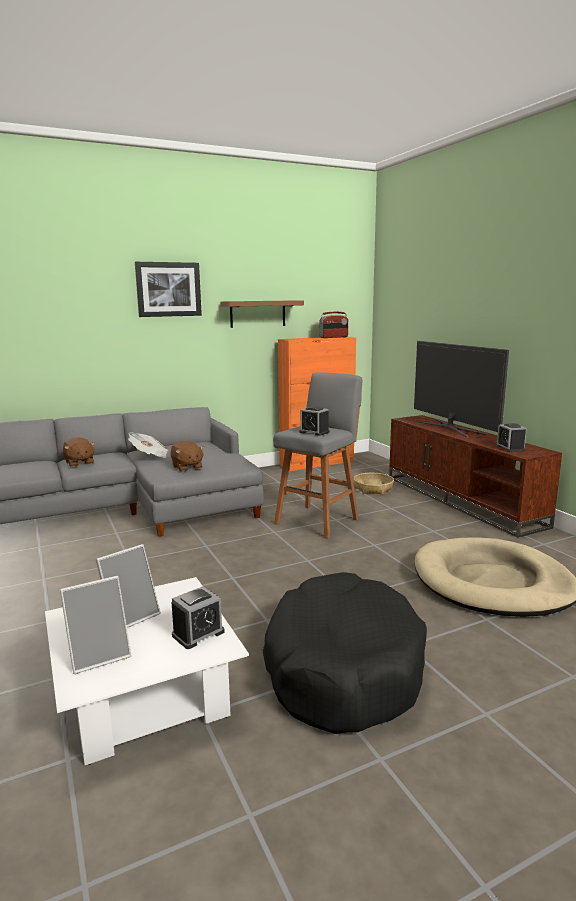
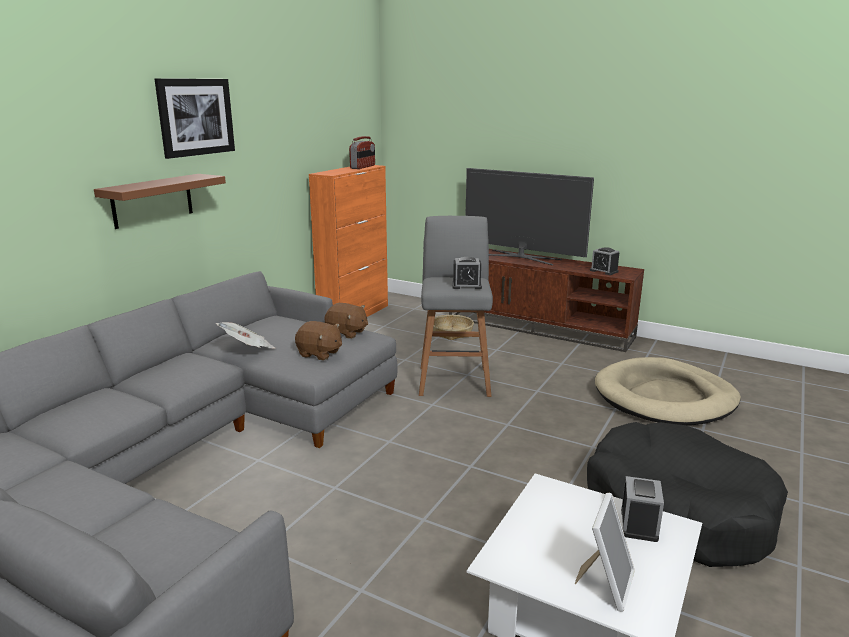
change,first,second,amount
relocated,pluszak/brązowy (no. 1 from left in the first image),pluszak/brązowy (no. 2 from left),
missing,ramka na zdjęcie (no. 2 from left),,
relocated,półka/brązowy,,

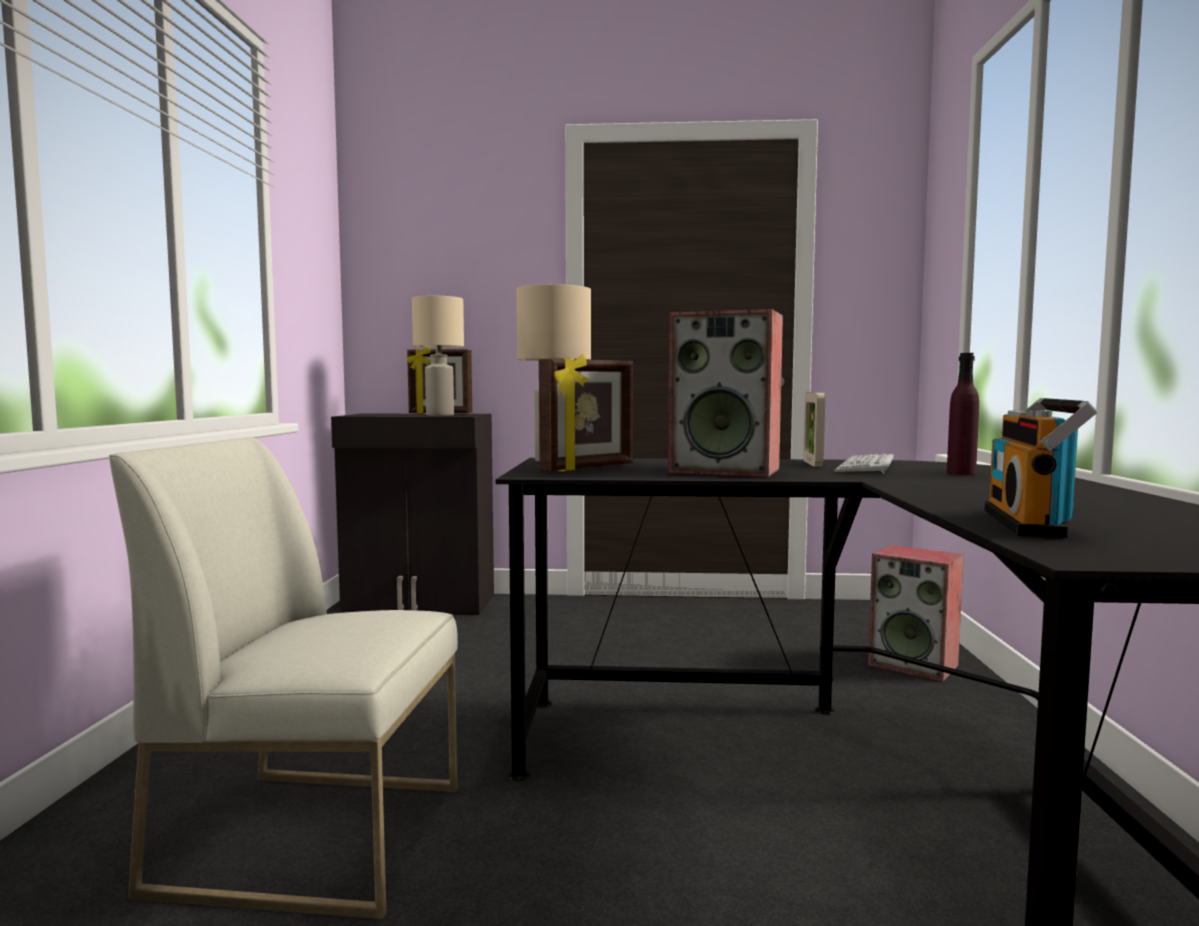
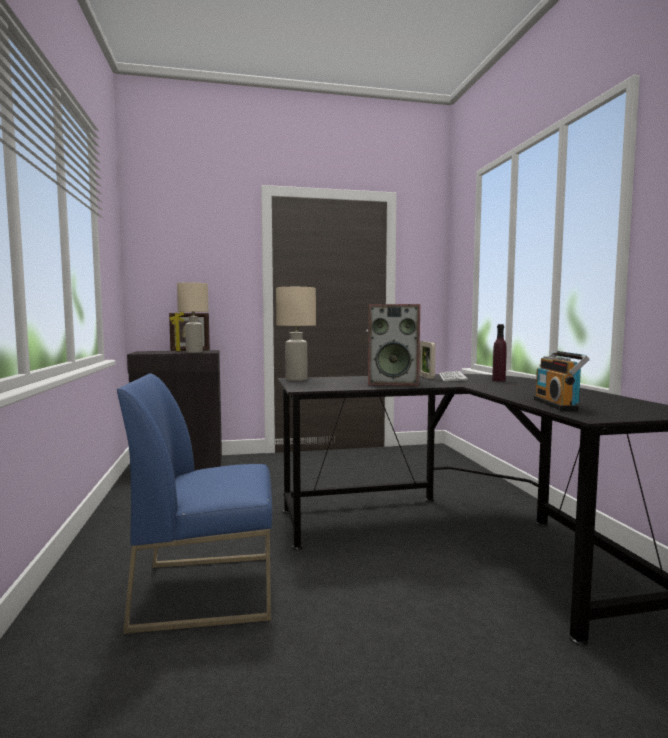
change,first,second,amount
colour,krzesło/biały,krzesło/niebieski,
missing,ramka na zdjęcie (no. 2 from left),,
missing,głośnik (no. 2 from left),,

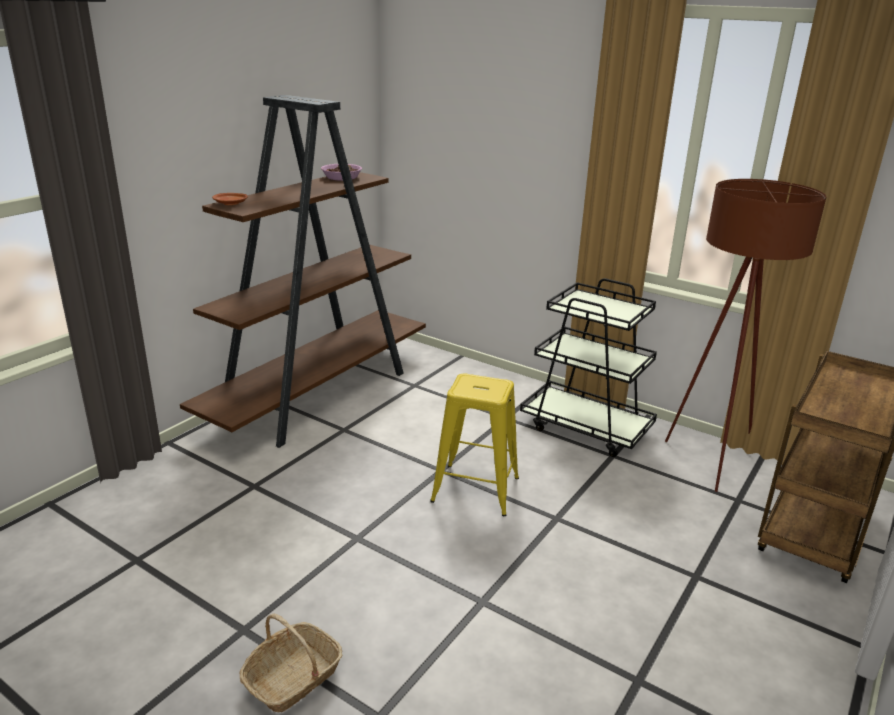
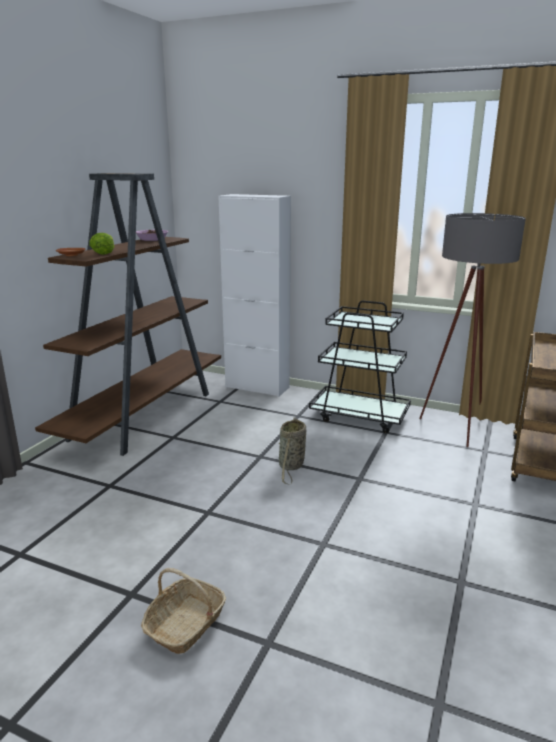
change,first,second,amount
exchanged,stołek/żółty,koszyk (no. 2 from left),
colour,lampa stojąca/brązowy,lampa stojąca/szary,
appeared,,sałata,
appeared,,szafka/biały,

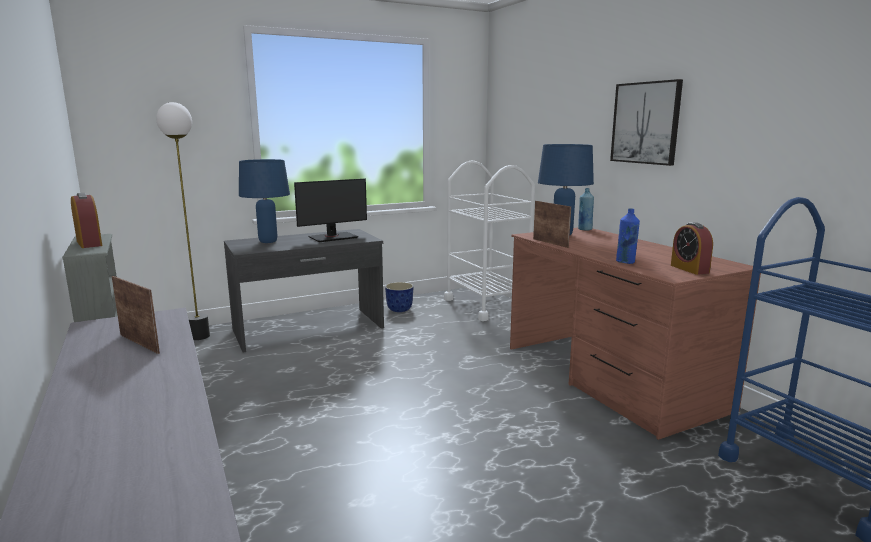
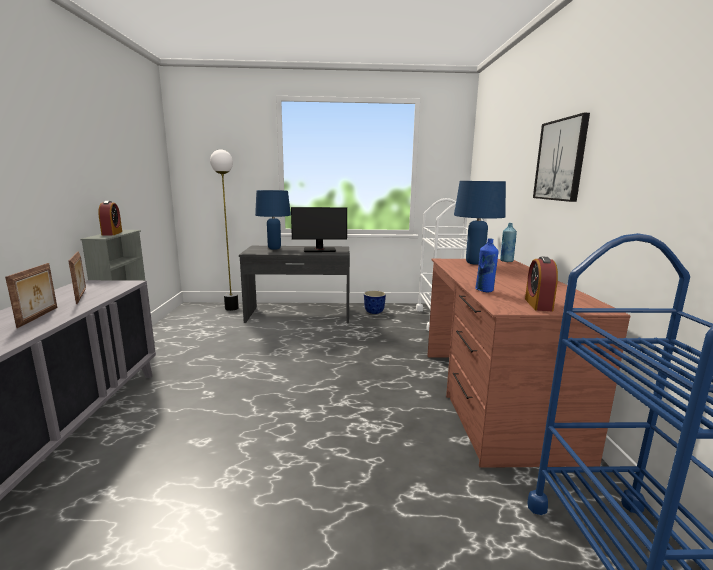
change,first,second,amount
relocated,ramka na zdjęcie (no. 2 from left in the first image),ramka na zdjęcie (no. 1 from left),

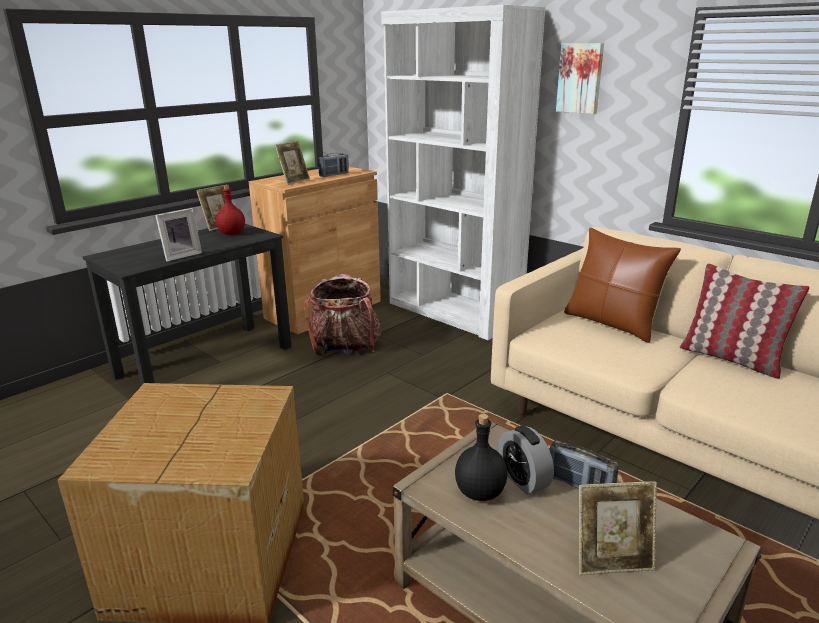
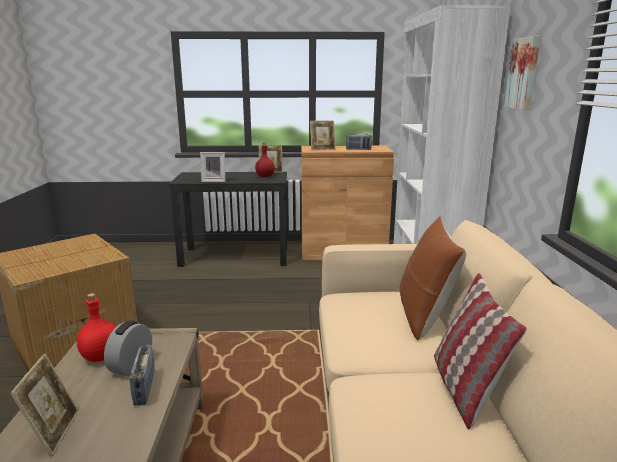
change,first,second,amount
missing,plecak,,
colour,butelka/czarny,butelka/czerwony (no. 1 from left),
spun,ramka na zdjęcie (no. 4 from left in the first image),ramka na zdjęcie (no. 1 from left),135 degrees counterclockwise

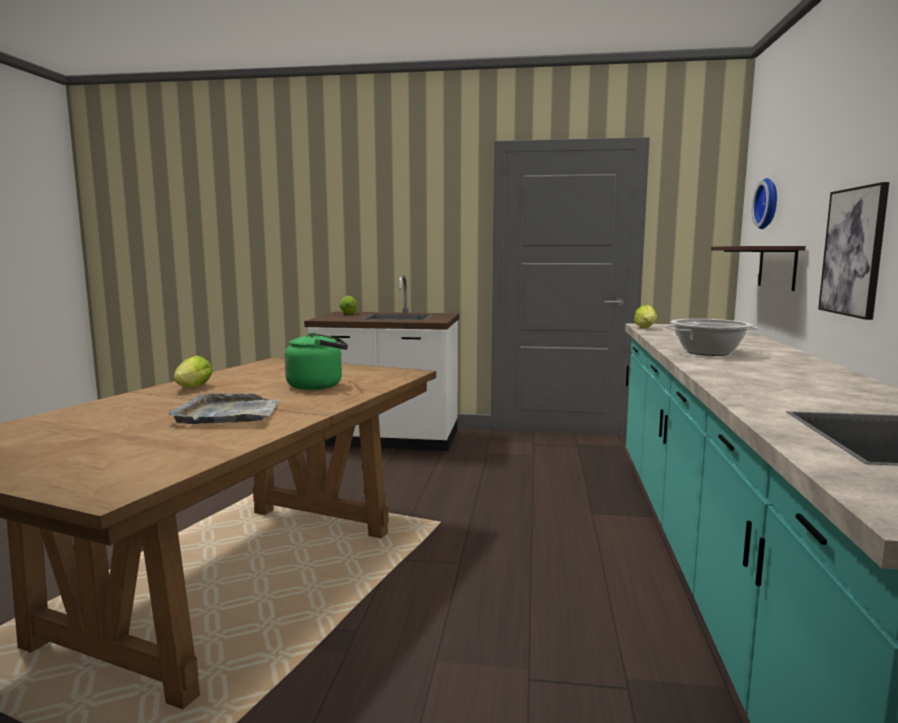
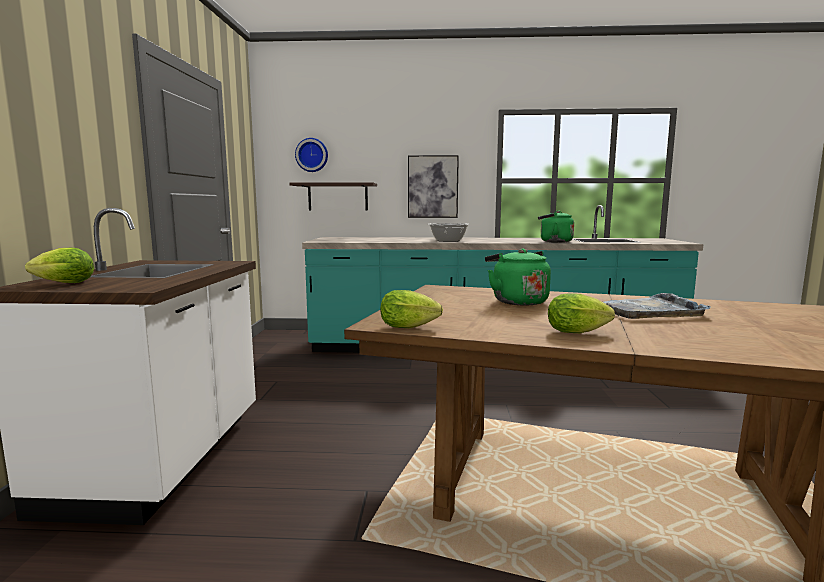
change,first,second,amount
relocated,sałata (no. 3 from left in the first image),sałata (no. 2 from left),
appeared,,czajnik/zielony (no. 2 from left),

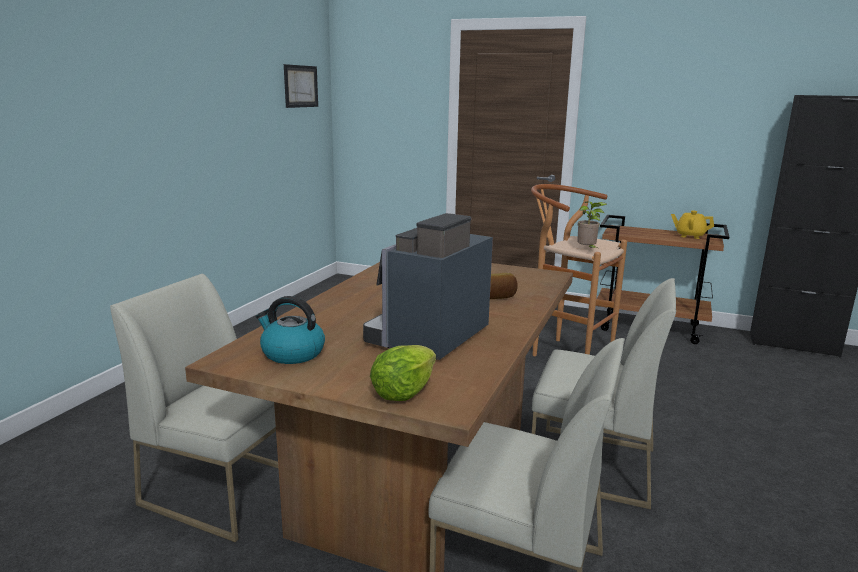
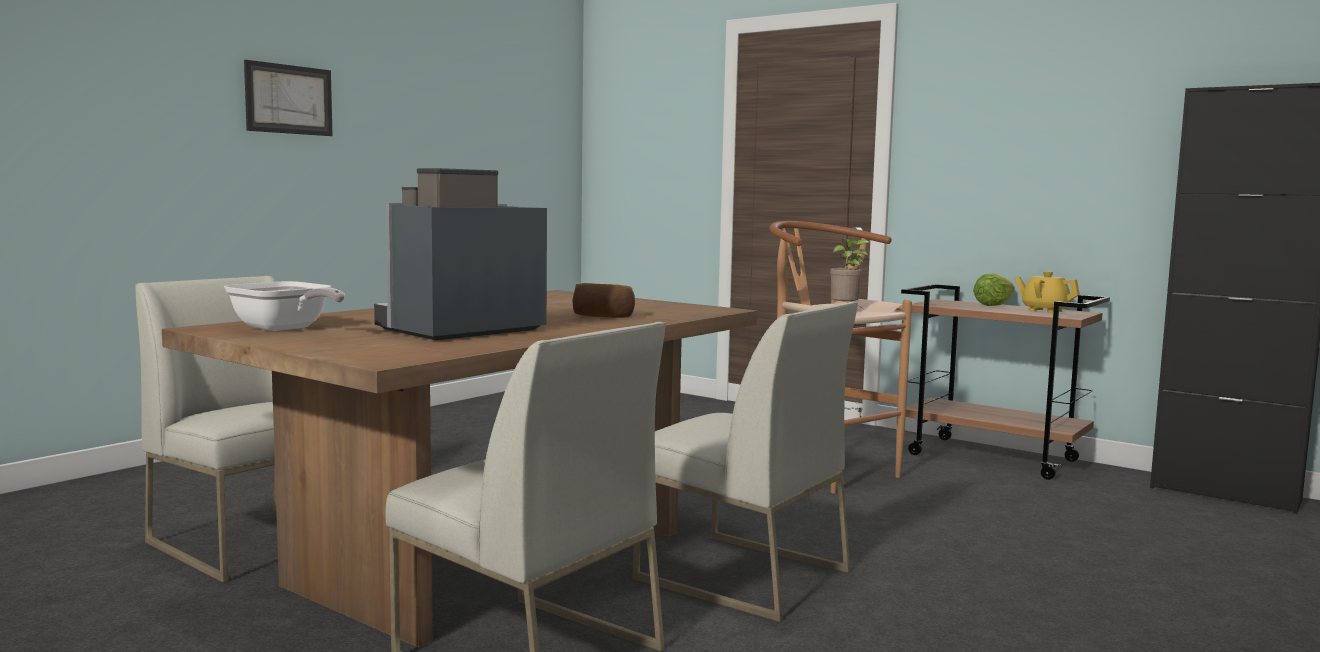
change,first,second,amount
exchanged,czajnik,patelnia,
relocated,obraz,,
relocated,sałata,,

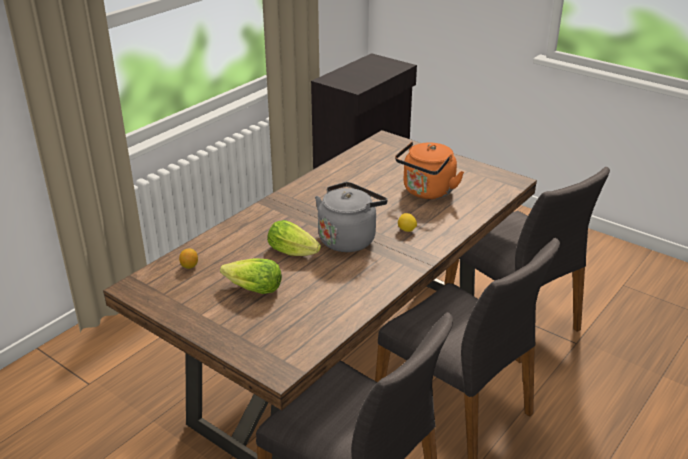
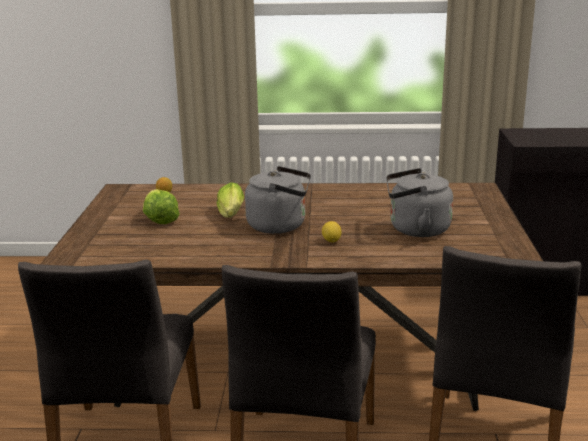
change,first,second,amount
colour,czajnik/pomarańczowy,czajnik/szary (no. 2 from left),

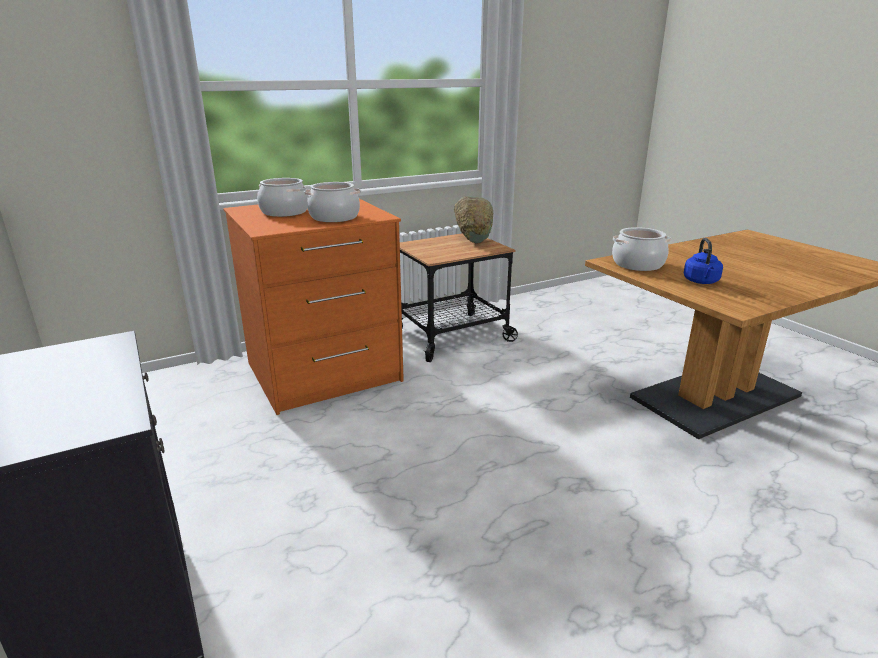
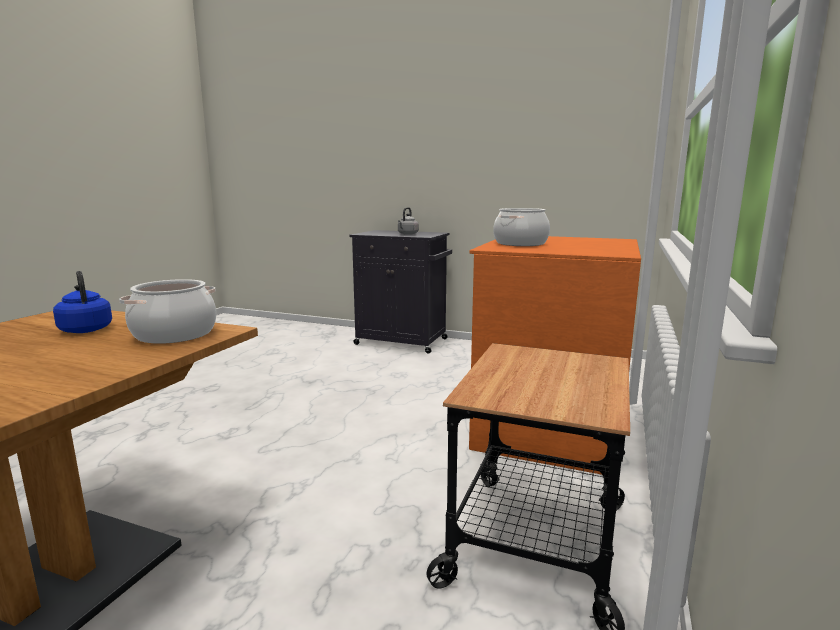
change,first,second,amount
missing,garnek (no. 1 from left),,
missing,miska/zielony,,
appeared,,czajnik/szary,

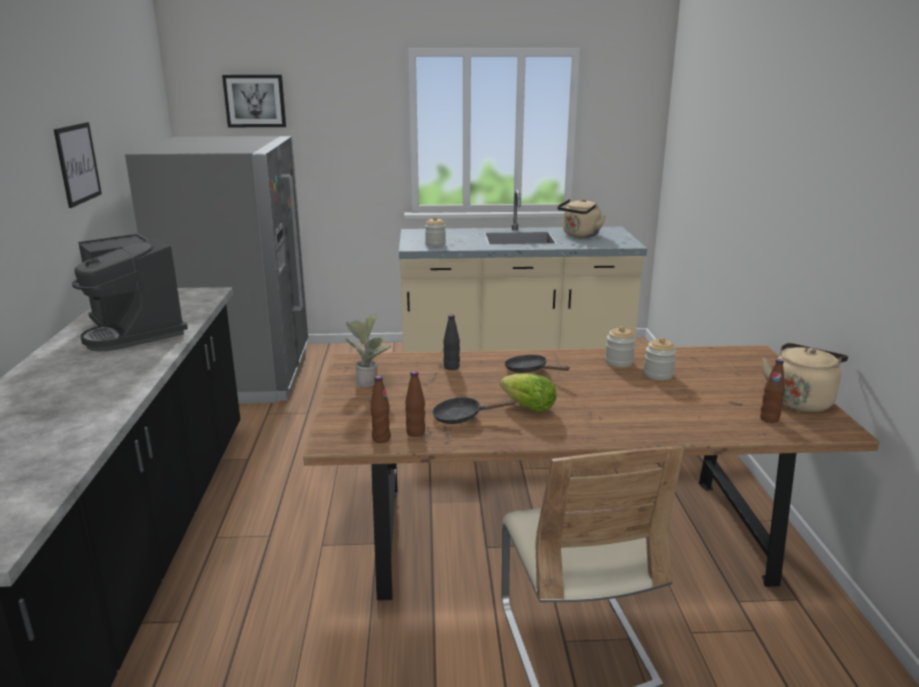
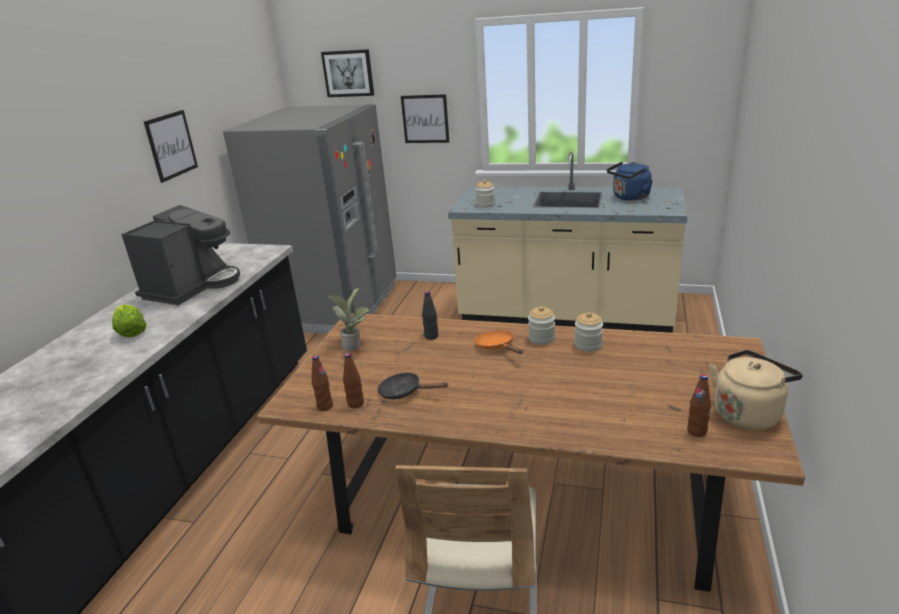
change,first,second,amount
spun,ekspres do kawy,,135 degrees counterclockwise
relocated,sałata,,
colour,patelnia/czarny (no. 2 from left),patelnia/pomarańczowy,
colour,czajnik/beżowy (no. 1 from left),czajnik/niebieski,
relocated,słoik (no. 3 from left in the first image),słoik (no. 2 from left),
appeared,,obraz (no. 3 from left),

